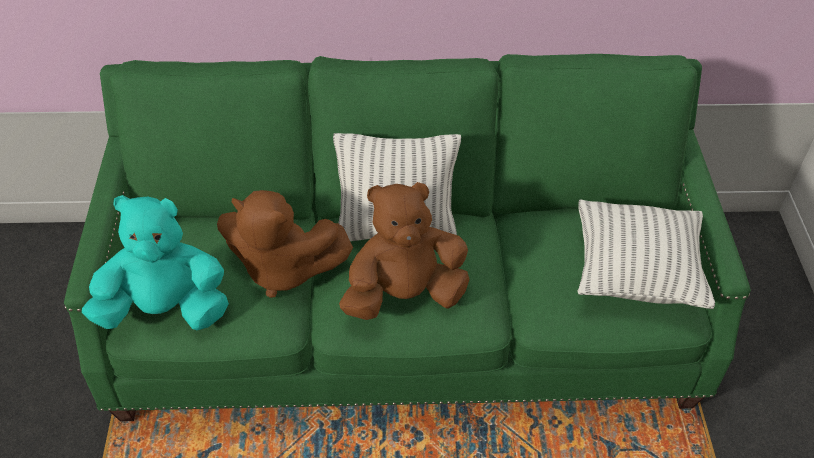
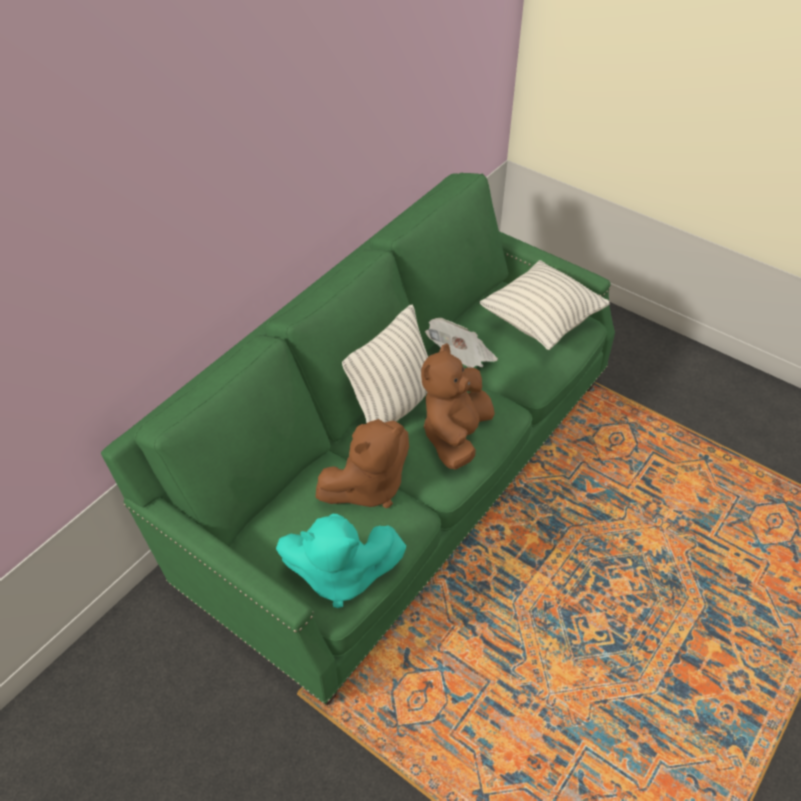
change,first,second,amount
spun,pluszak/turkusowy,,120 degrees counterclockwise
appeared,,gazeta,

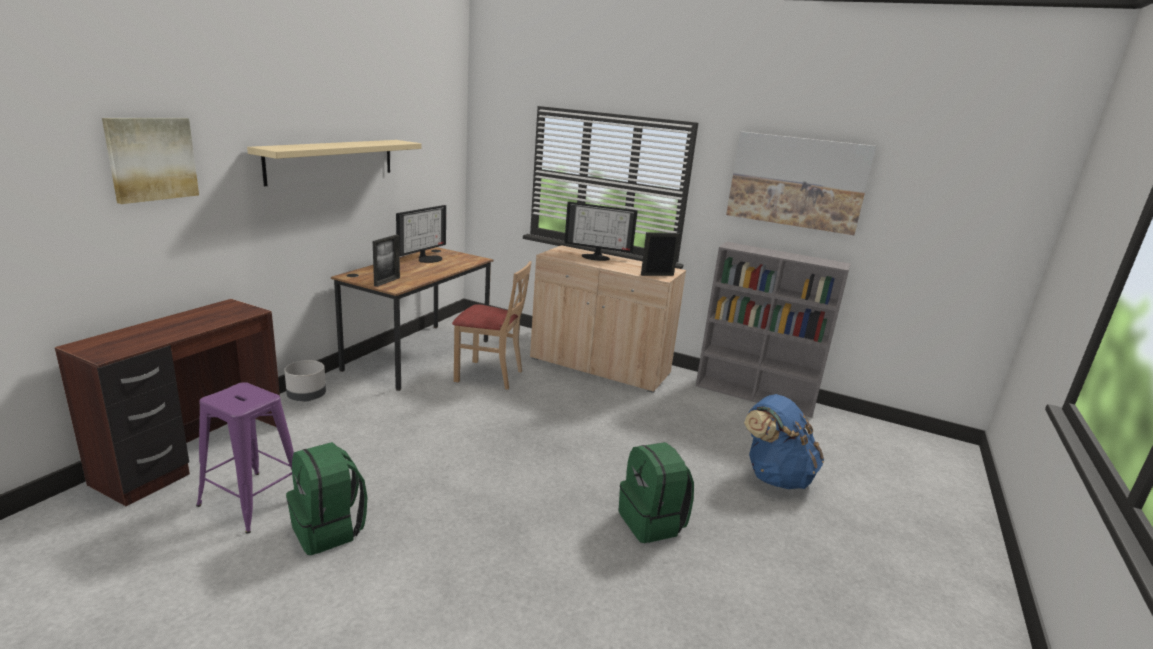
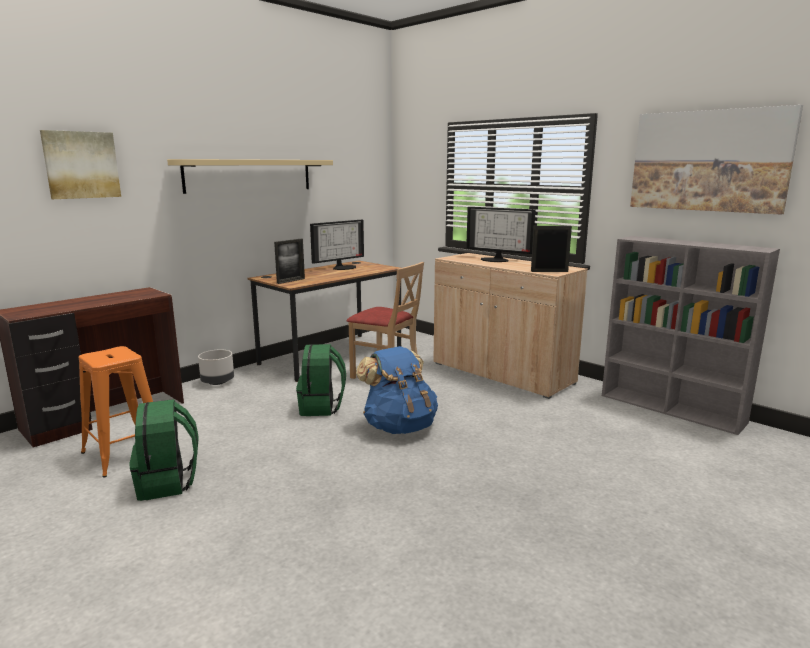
change,first,second,amount
colour,stołek/fioletowy,stołek/pomarańczowy,
relocated,plecak/zielony (no. 2 from left),,
relocated,plecak/niebieski,,

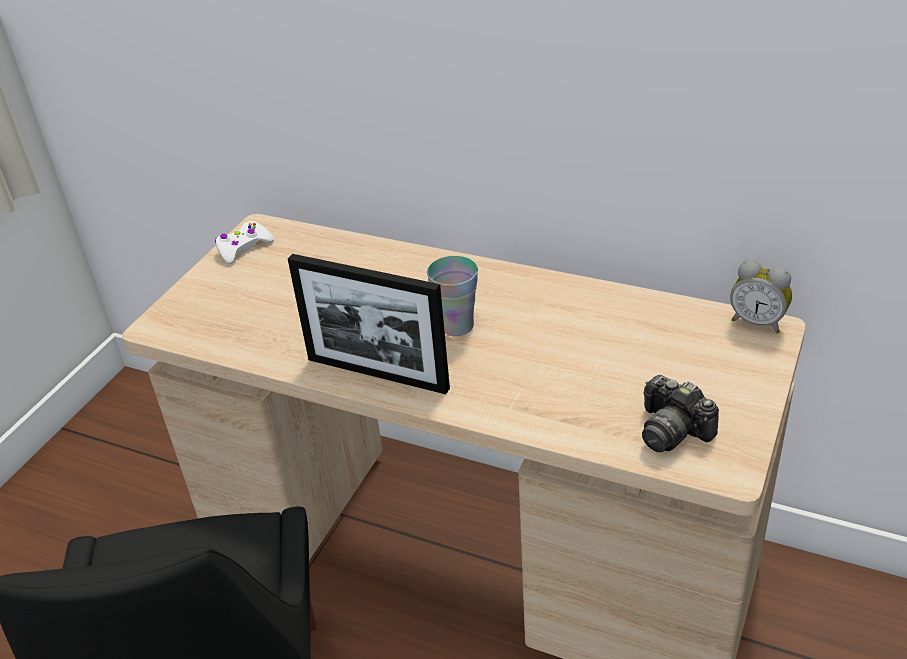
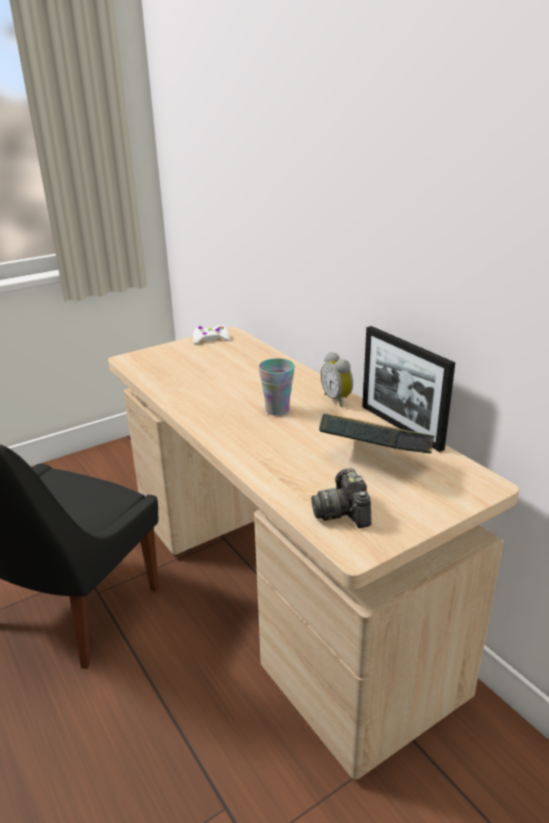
change,first,second,amount
relocated,ramka na zdjęcie,,
relocated,budzik,,
appeared,,książka,

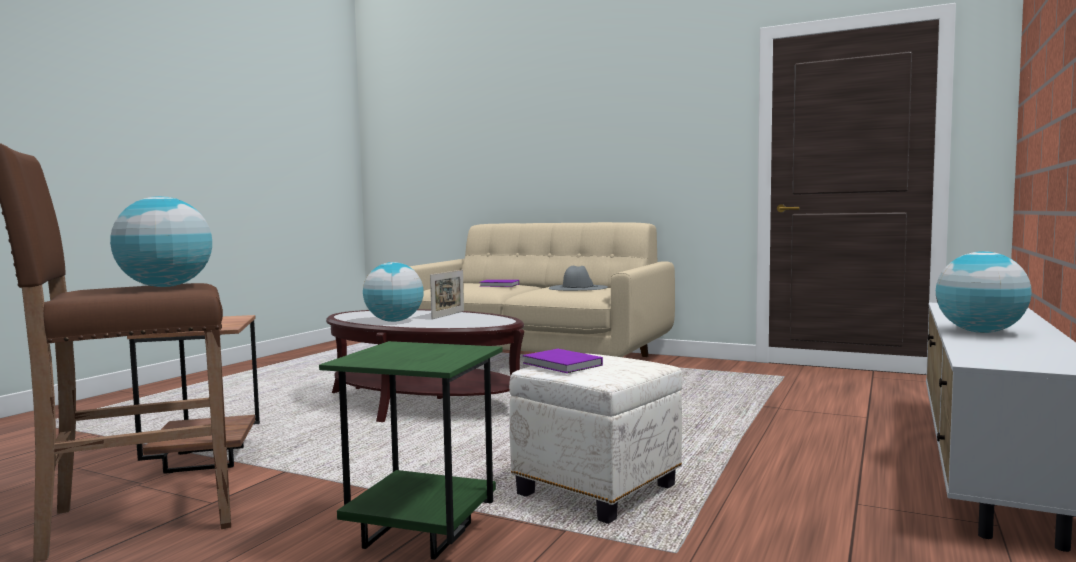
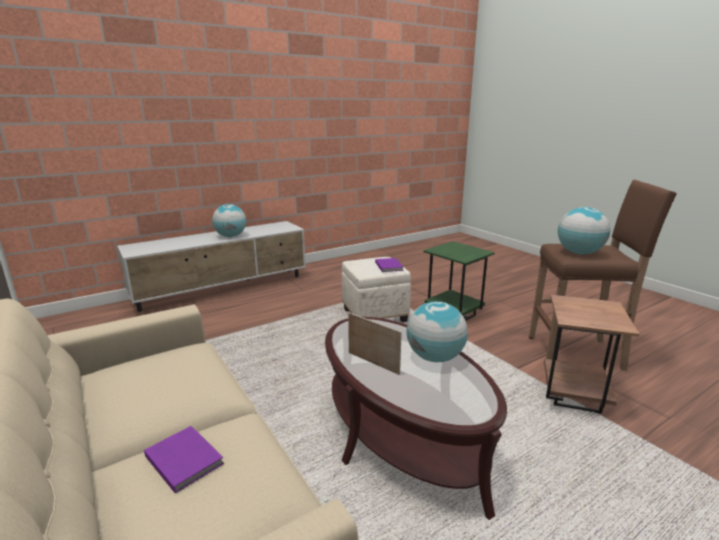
change,first,second,amount
spun,ramka na zdjęcie,,75 degrees clockwise
missing,kapelusz/szary,,

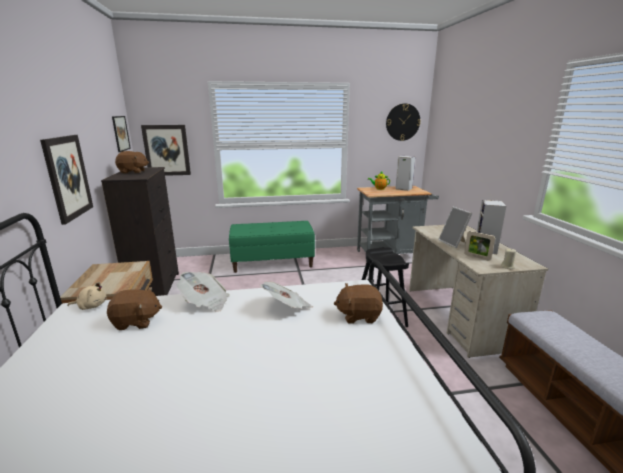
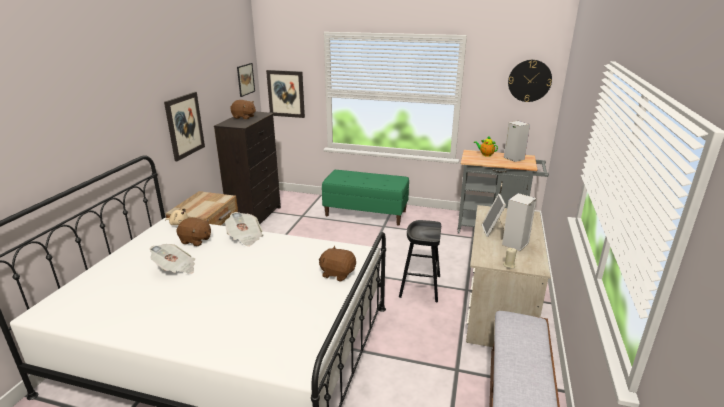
change,first,second,amount
relocated,gazeta (no. 2 from left in the first image),gazeta (no. 1 from left),
missing,ramka na zdjęcie (no. 2 from left),,

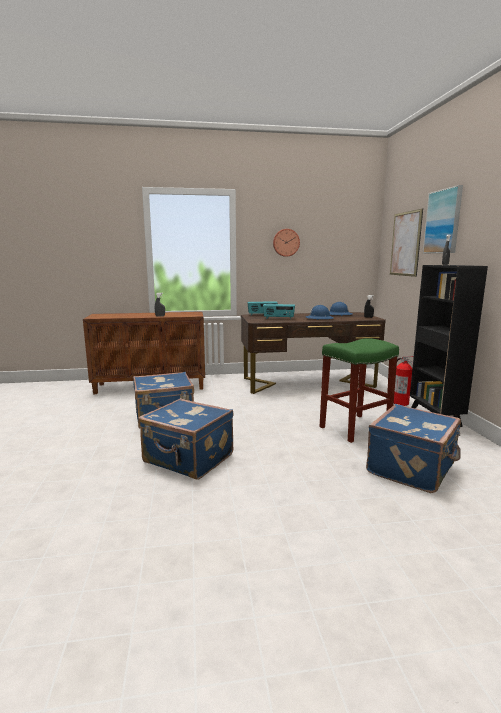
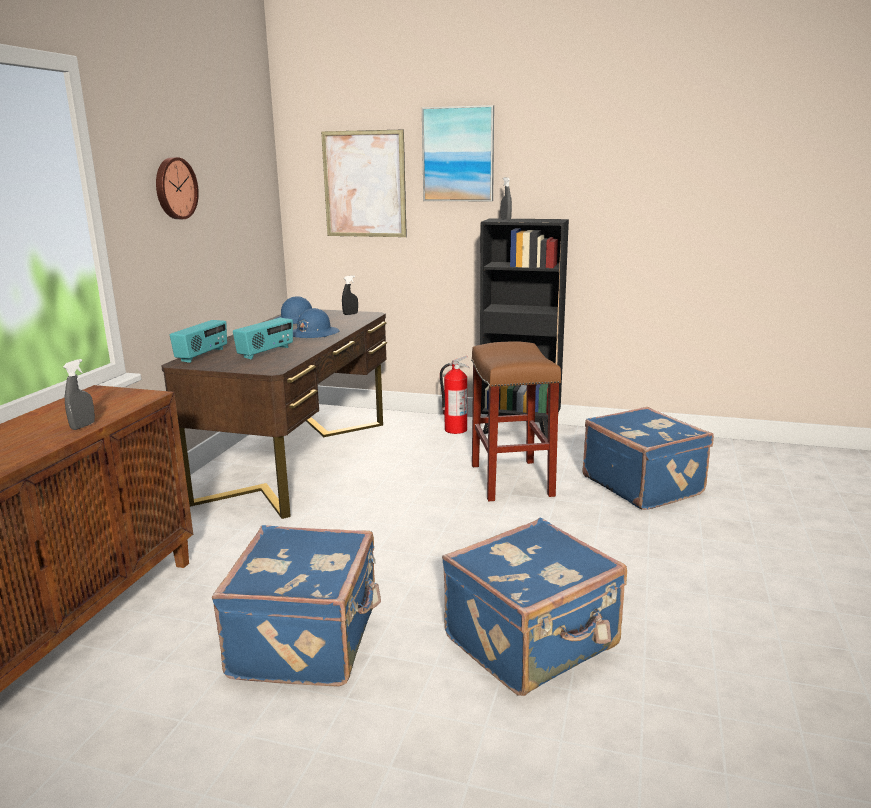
change,first,second,amount
colour,stołek/zielony,stołek/brązowy,

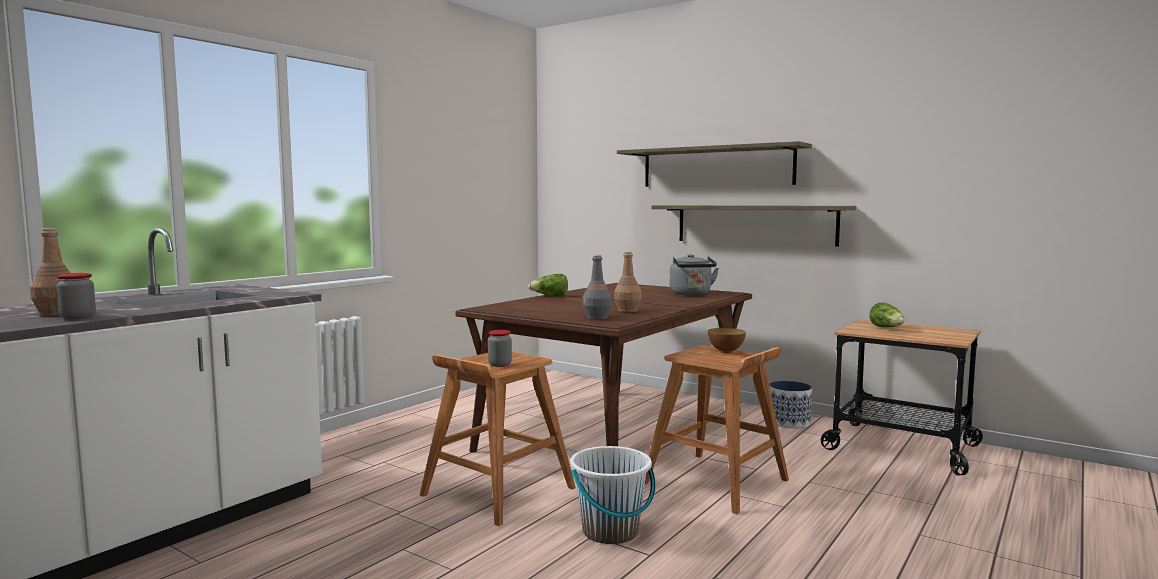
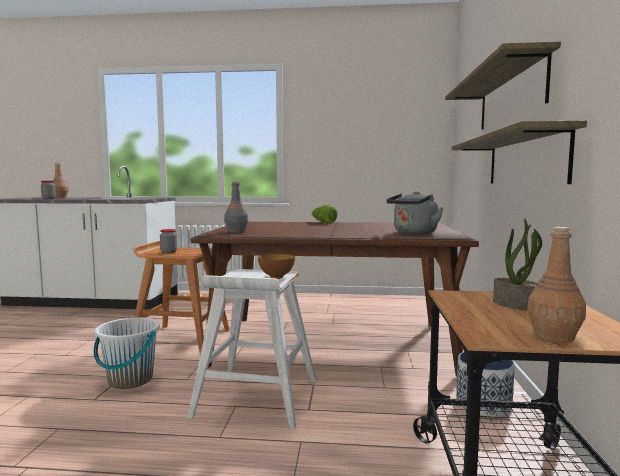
change,first,second,amount
relocated,butelka/brązowy (no. 2 from left),,
colour,stołek/brązowy (no. 2 from left),stołek/biały,
exchanged,sałata (no. 2 from left),roślina doniczkowa,

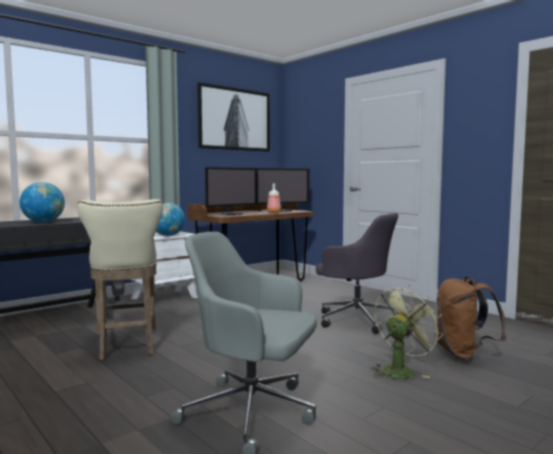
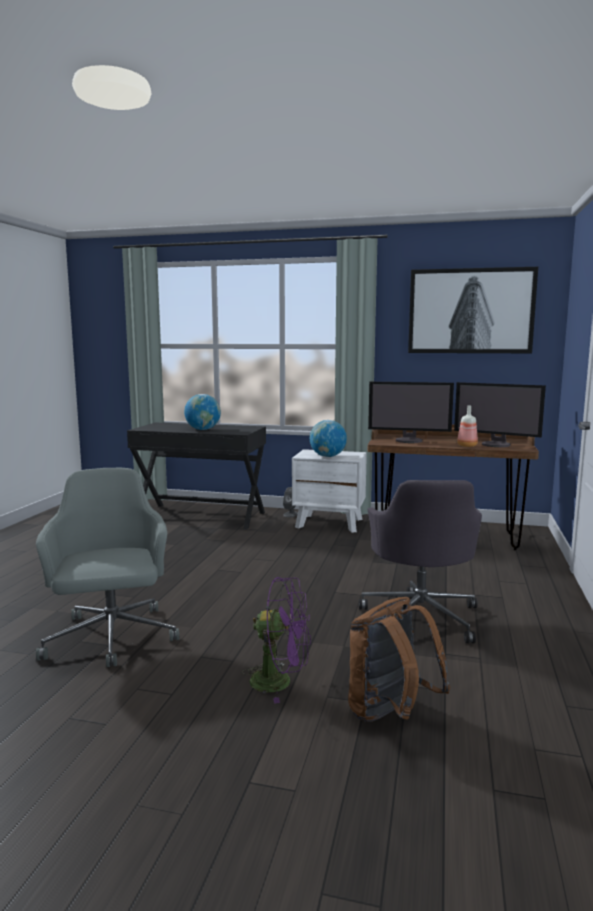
change,first,second,amount
missing,stołek/beżowy,,
colour,wentylator/zielony,wentylator/fioletowy,

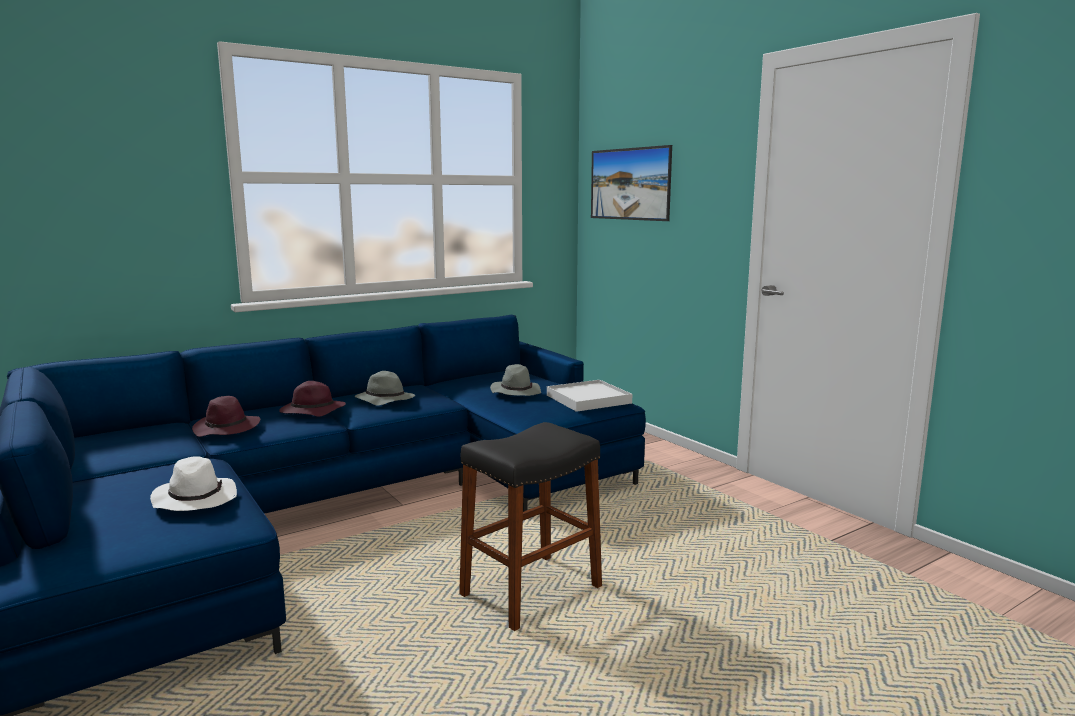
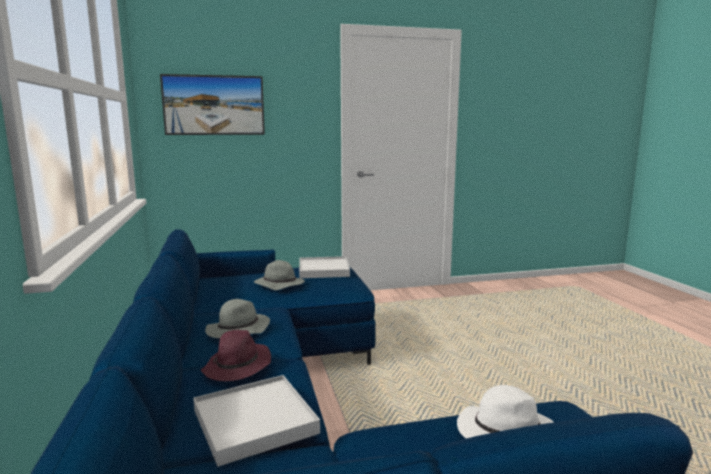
change,first,second,amount
exchanged,kapelusz/fioletowy (no. 1 from left),taca/biały (no. 1 from left),
missing,stołek/czarny,,

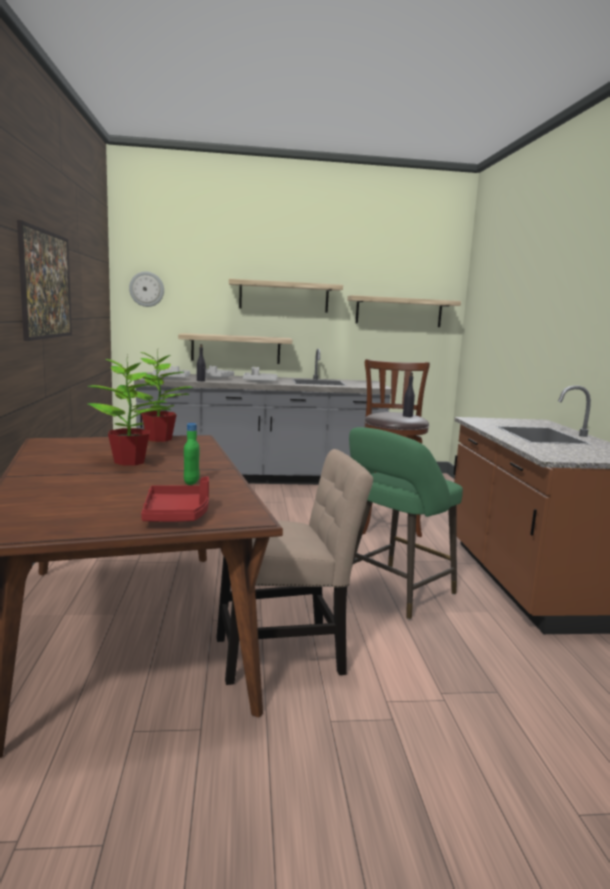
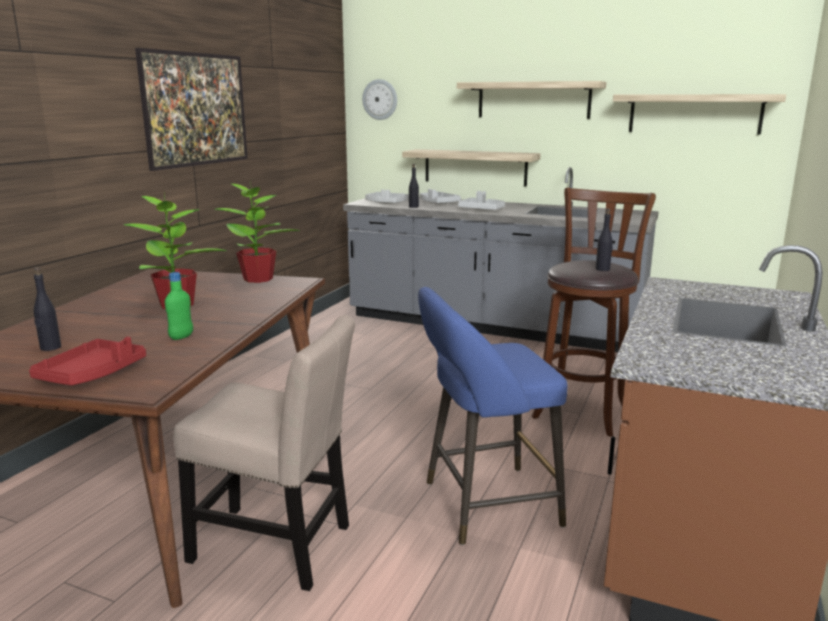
change,first,second,amount
colour,stołek/zielony,stołek/niebieski,
appeared,,butelka/czarny (no. 1 from left),

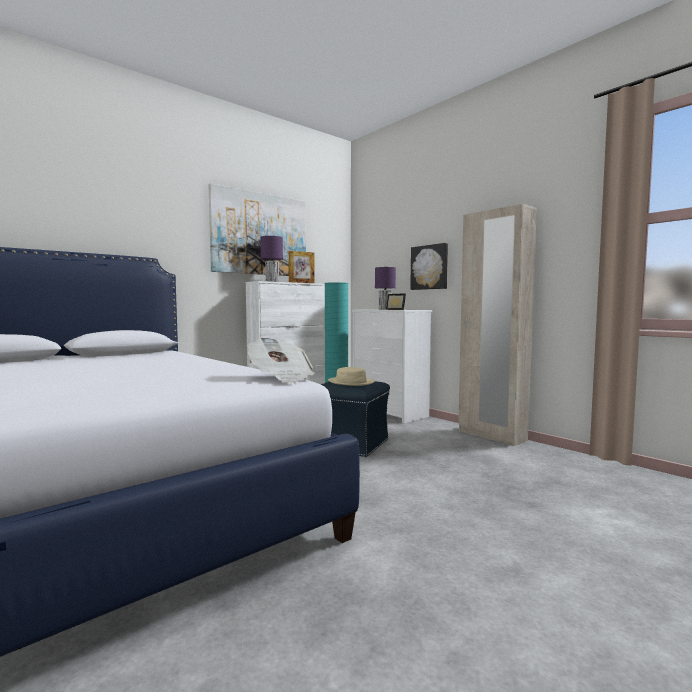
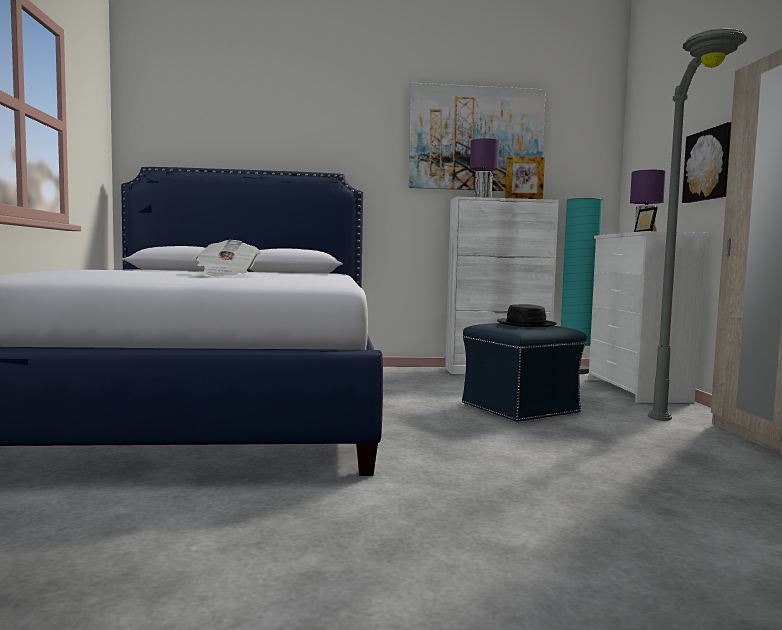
change,first,second,amount
relocated,gazeta,,
colour,kapelusz/beżowy,kapelusz/czarny,
appeared,,lampa stojąca/szary,

